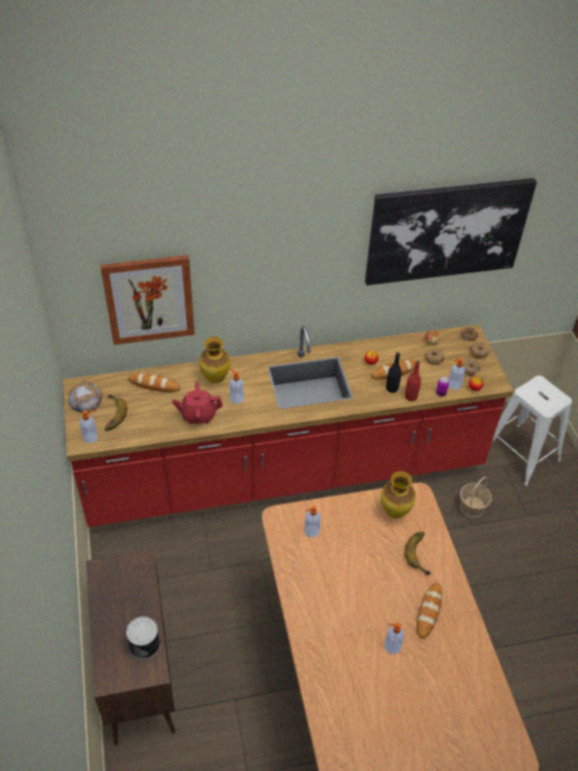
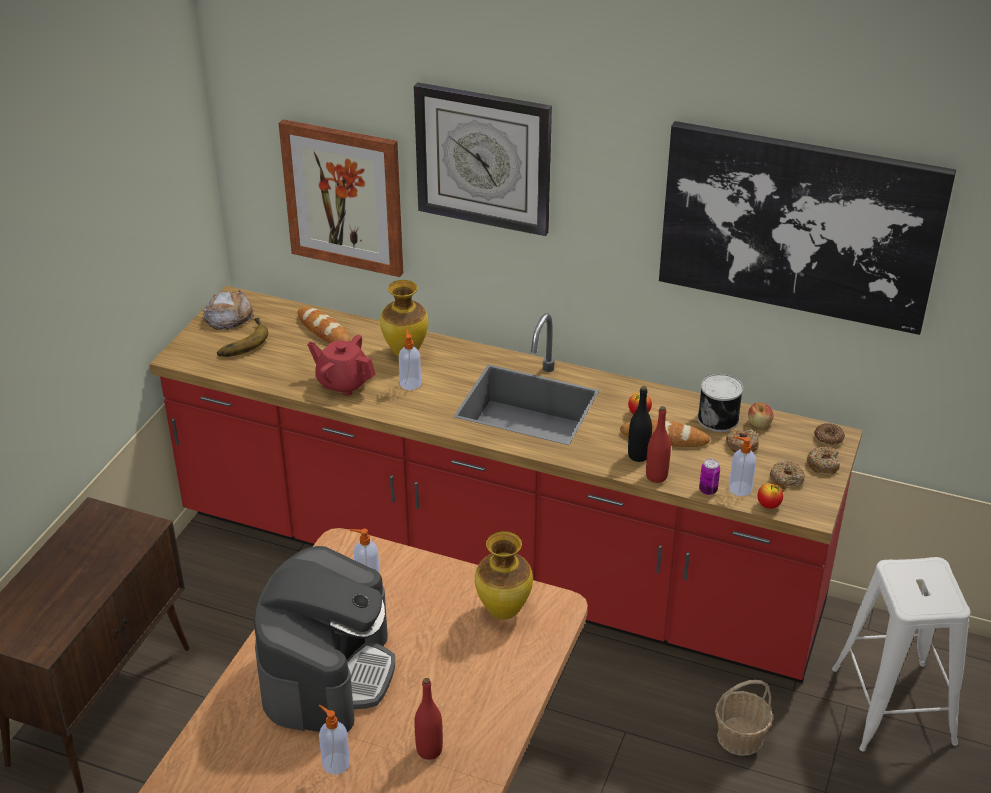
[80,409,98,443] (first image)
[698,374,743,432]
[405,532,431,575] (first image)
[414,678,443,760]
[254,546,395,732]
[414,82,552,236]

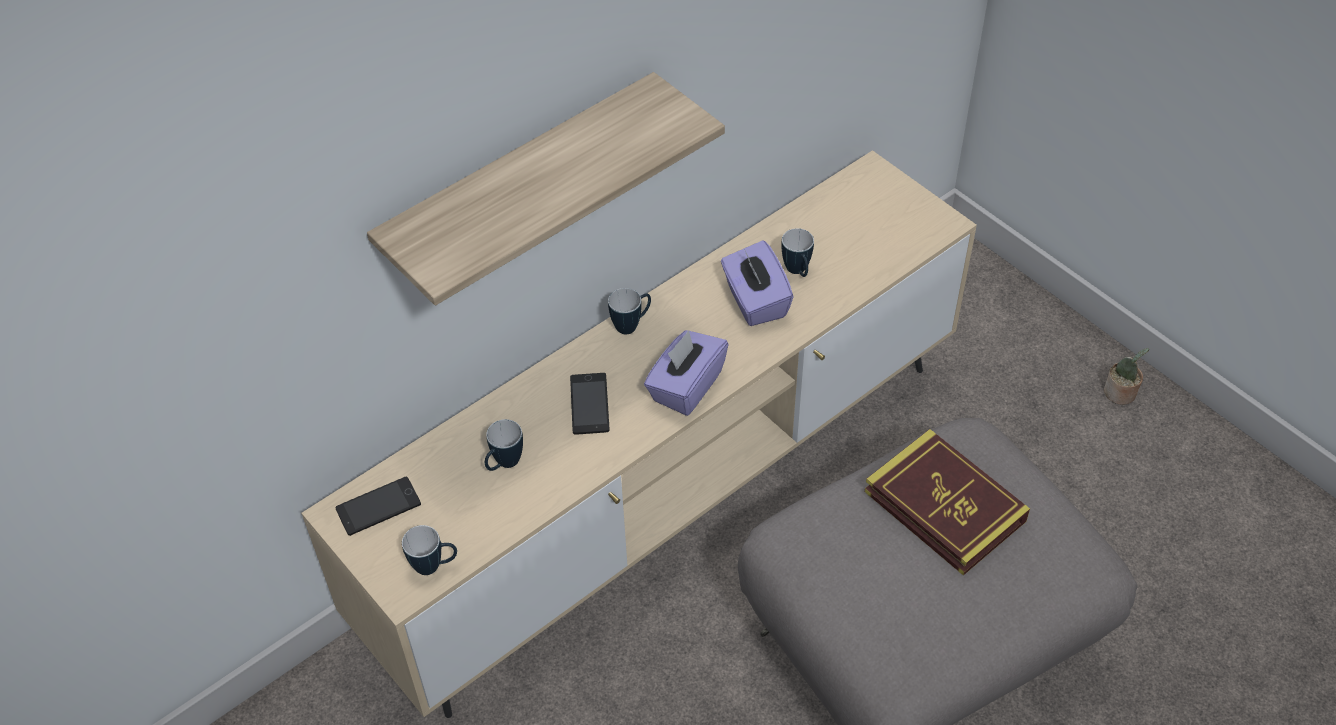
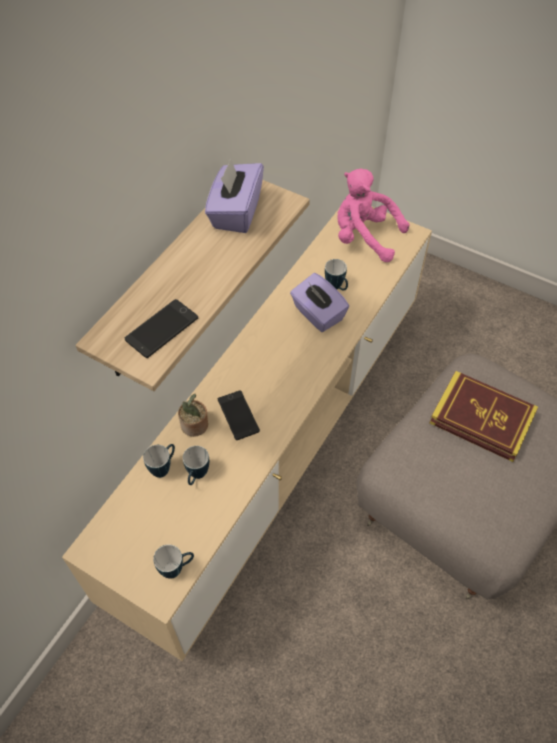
[125,299,198,358]
[143,444,175,478]
[205,159,264,233]
[178,394,208,437]
[337,168,410,262]

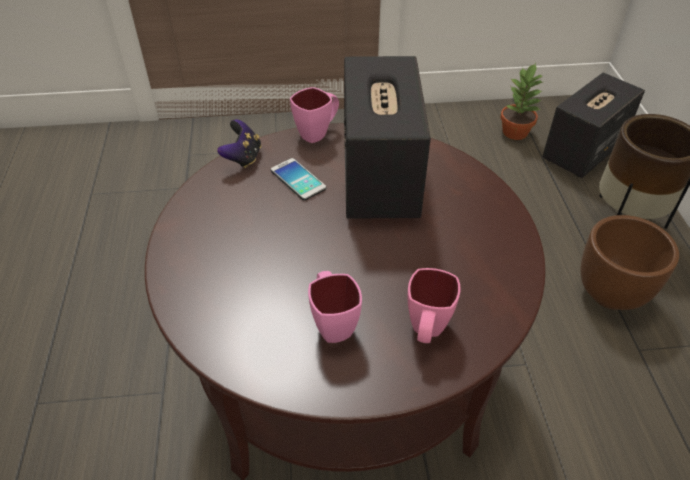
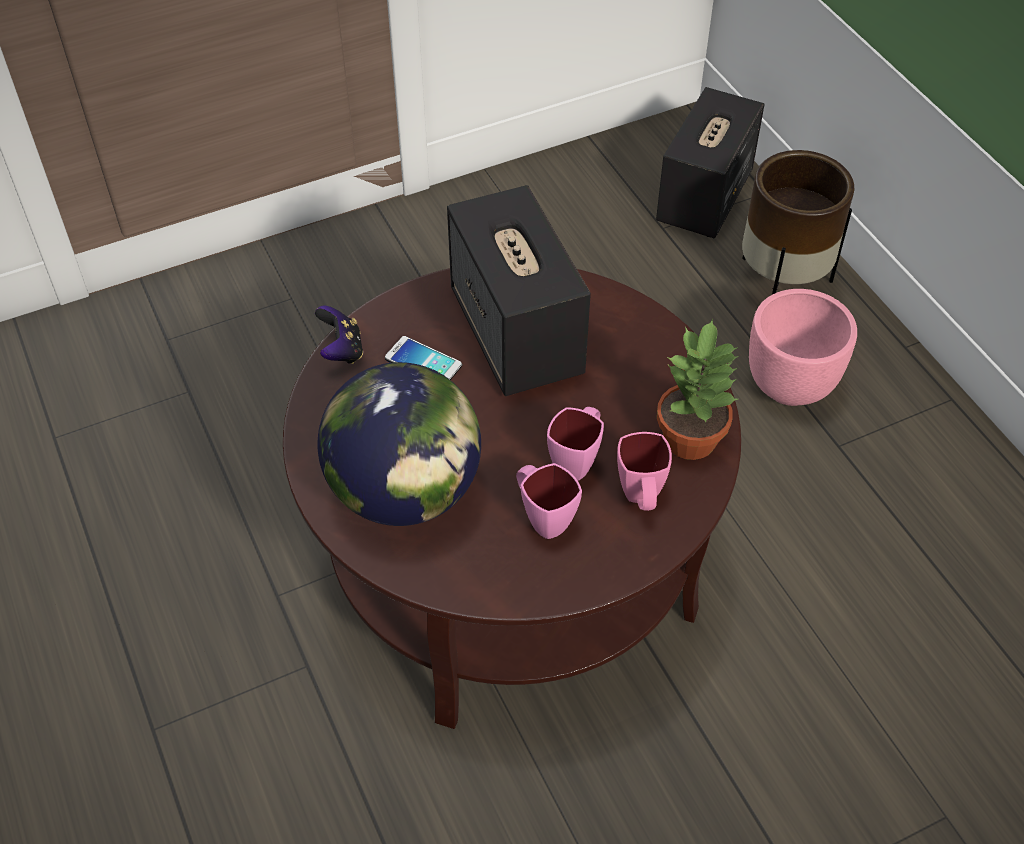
[547,407,604,481]
[657,319,739,460]
[749,289,857,406]
[317,362,481,526]

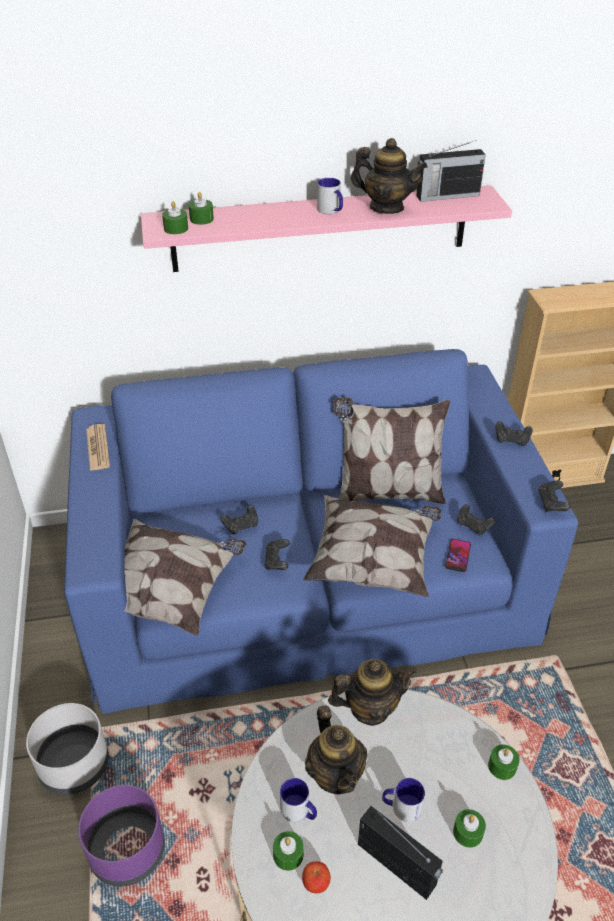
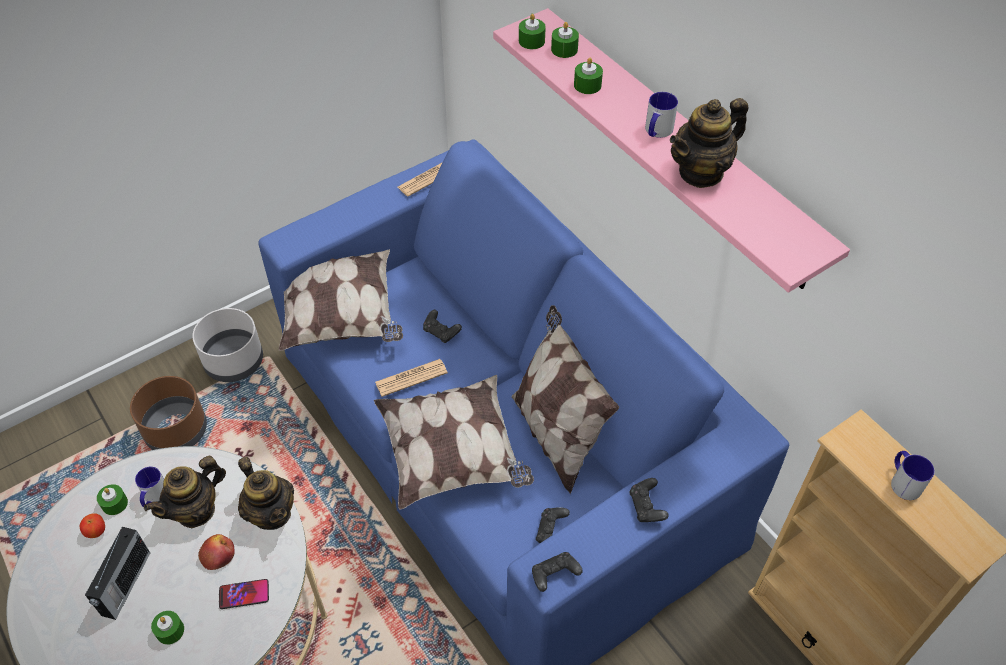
[130,376,207,450]
[375,359,448,397]
[670,98,748,188]
[891,451,935,500]
[416,140,486,202] (first image)
[219,579,269,609]
[574,58,603,94]
[198,534,235,570]

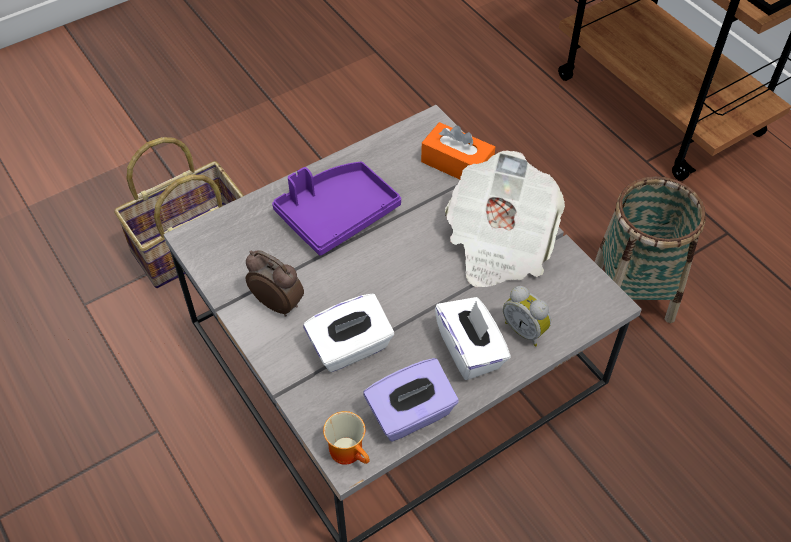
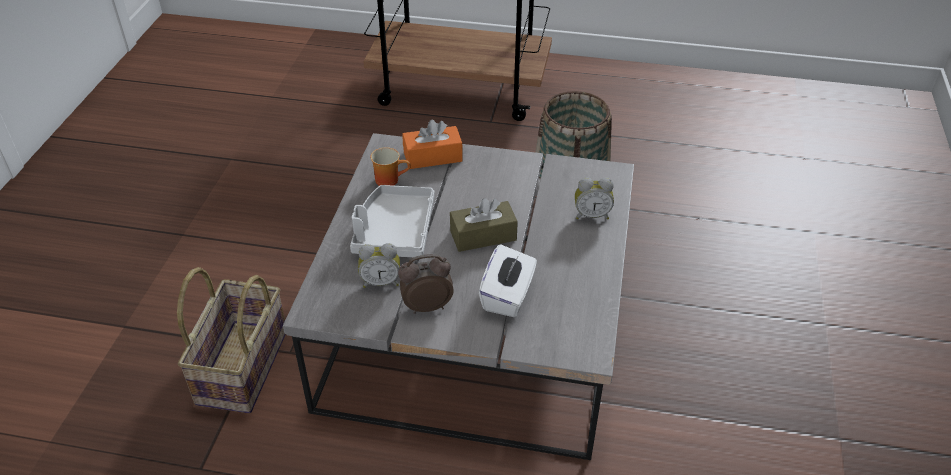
[350,185,434,257]
[370,147,411,186]
[363,358,459,442] (first image)
[435,297,511,380] (first image)
[445,151,565,287] (first image)
[358,243,400,288]
[450,198,518,252]

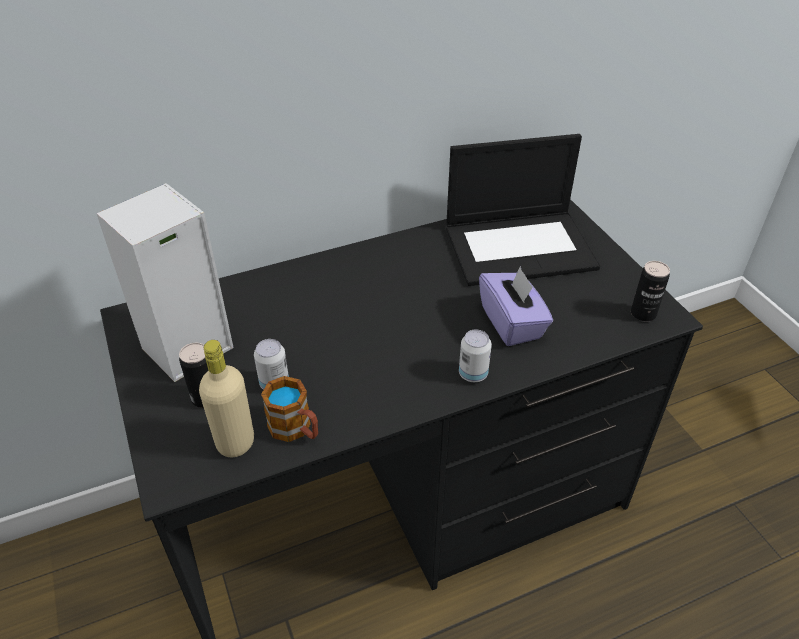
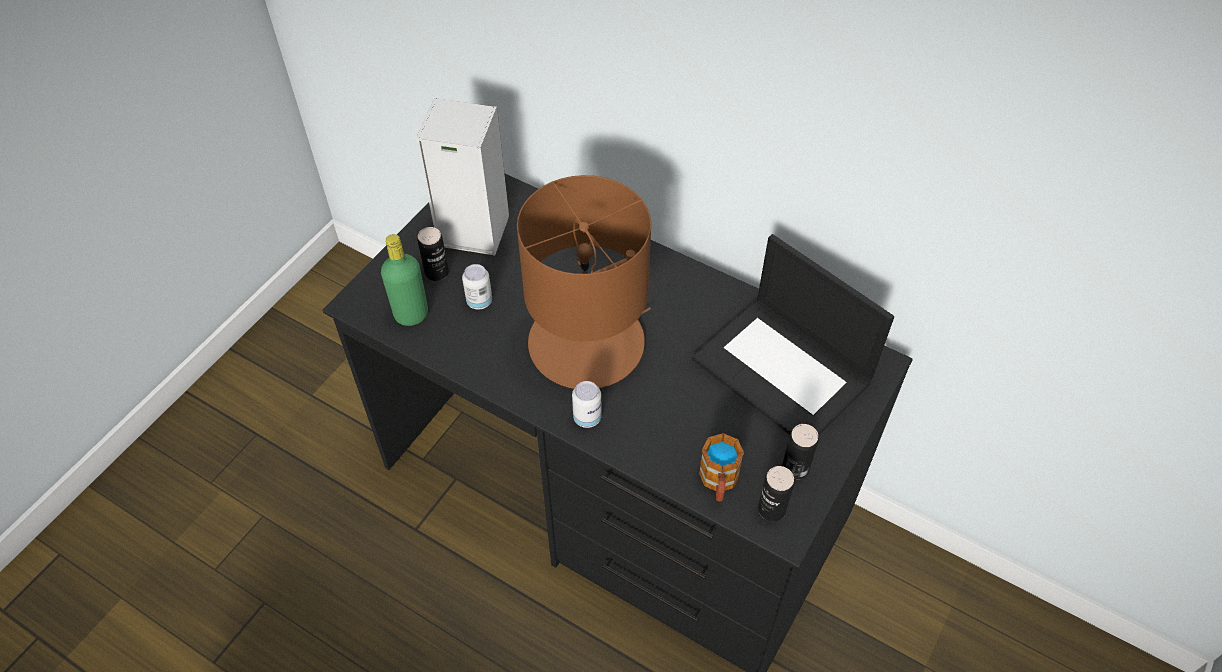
[381,234,428,326]
[699,433,744,501]
[479,266,553,346] (first image)
[517,175,651,389]
[782,424,819,479]

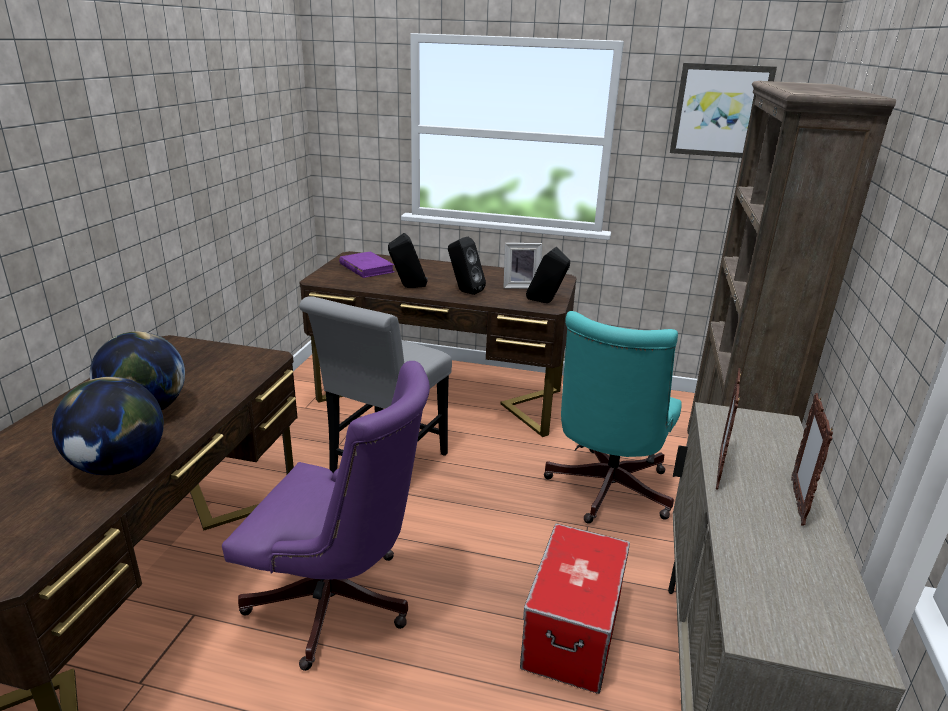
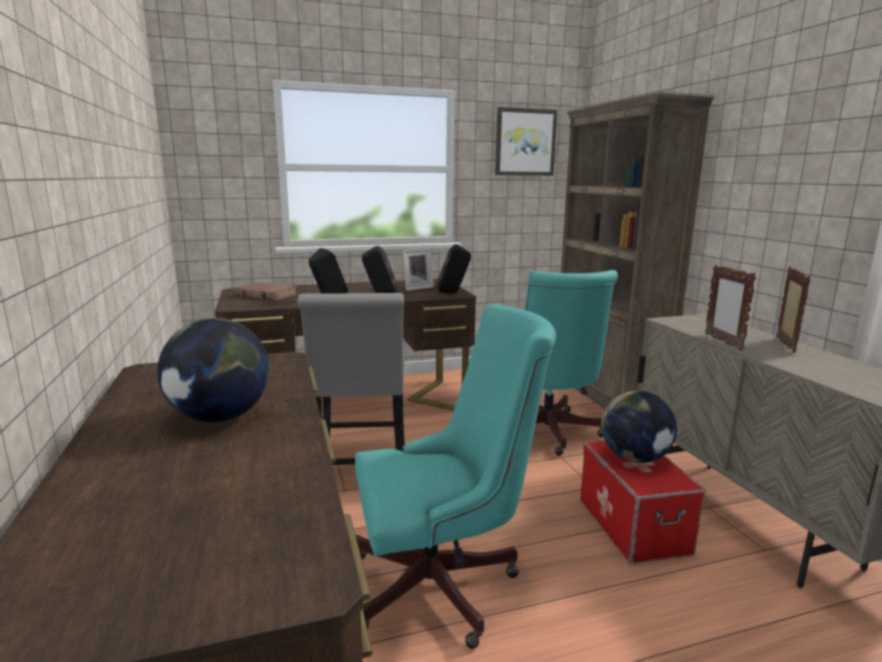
[601,391,677,463]
[355,304,556,649]
[235,283,298,301]
[776,266,811,353]

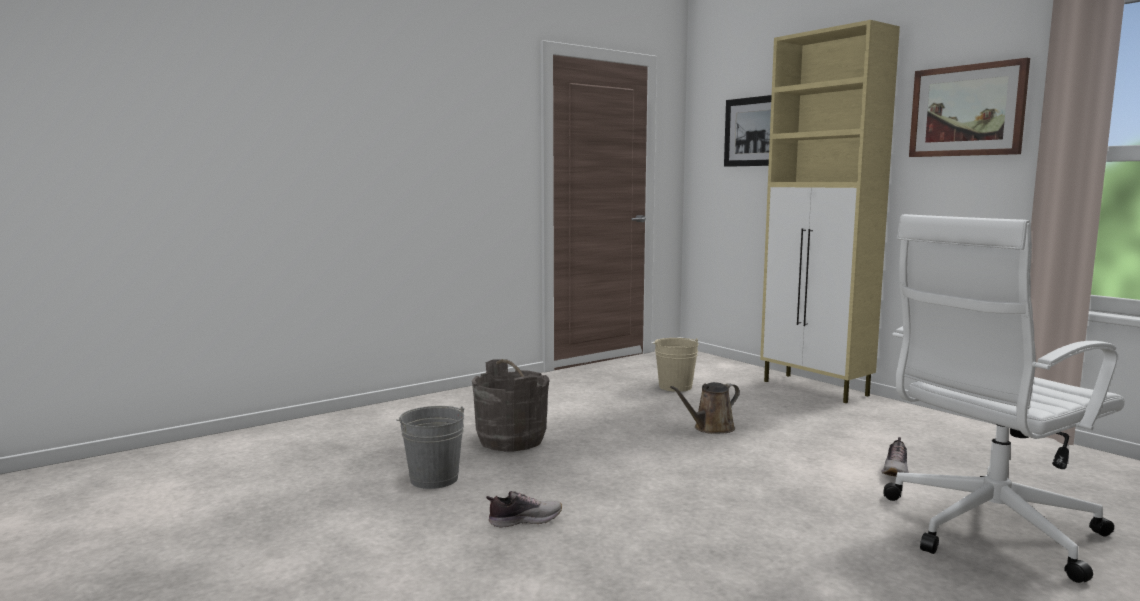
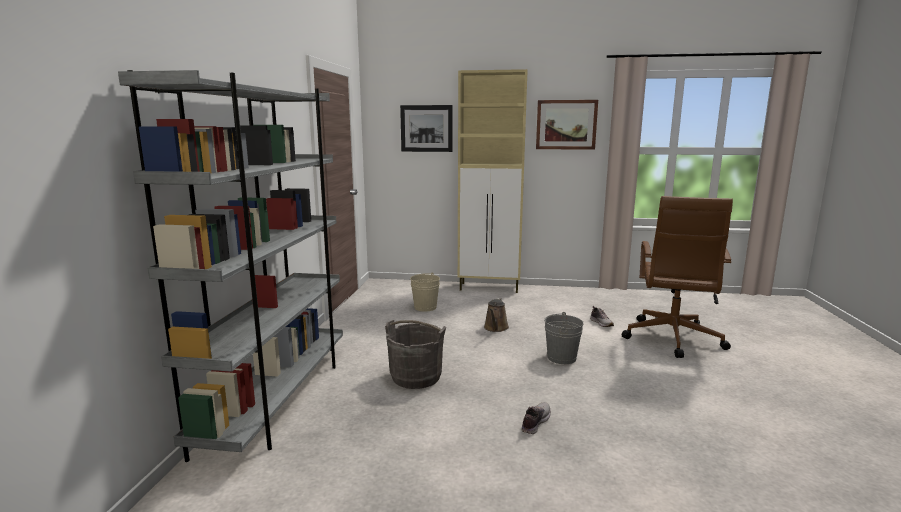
[544,312,584,364]
[622,196,733,358]
[118,70,343,462]

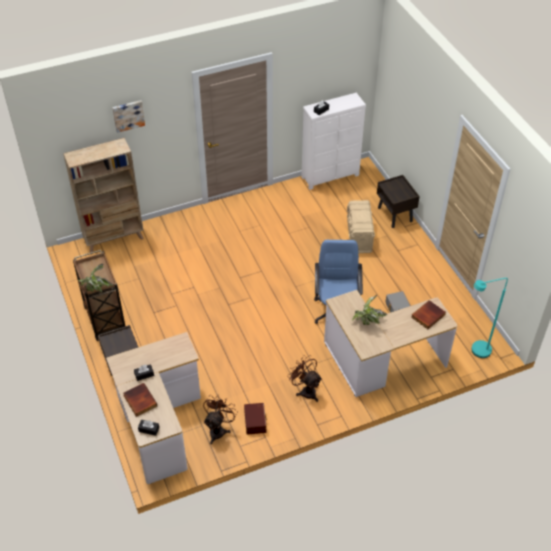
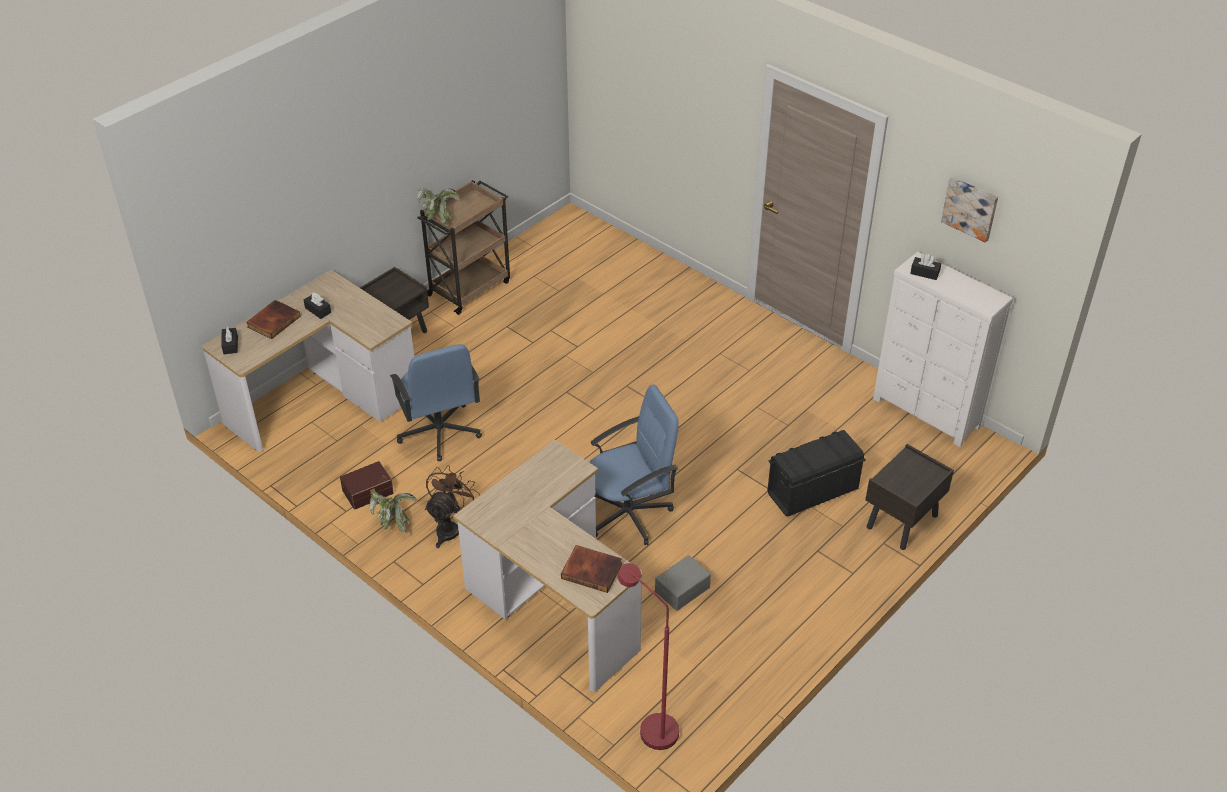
[63,138,143,253] (first image)
[941,177,998,243]
[203,395,238,444] (first image)
[767,430,866,517]
[370,492,417,534]
[617,563,679,750]
[390,344,482,461]

